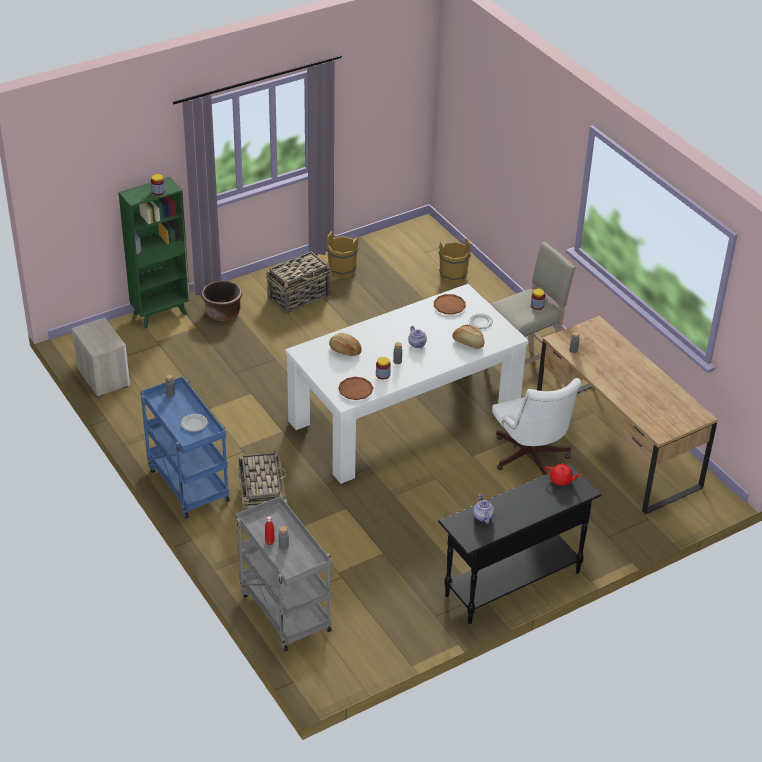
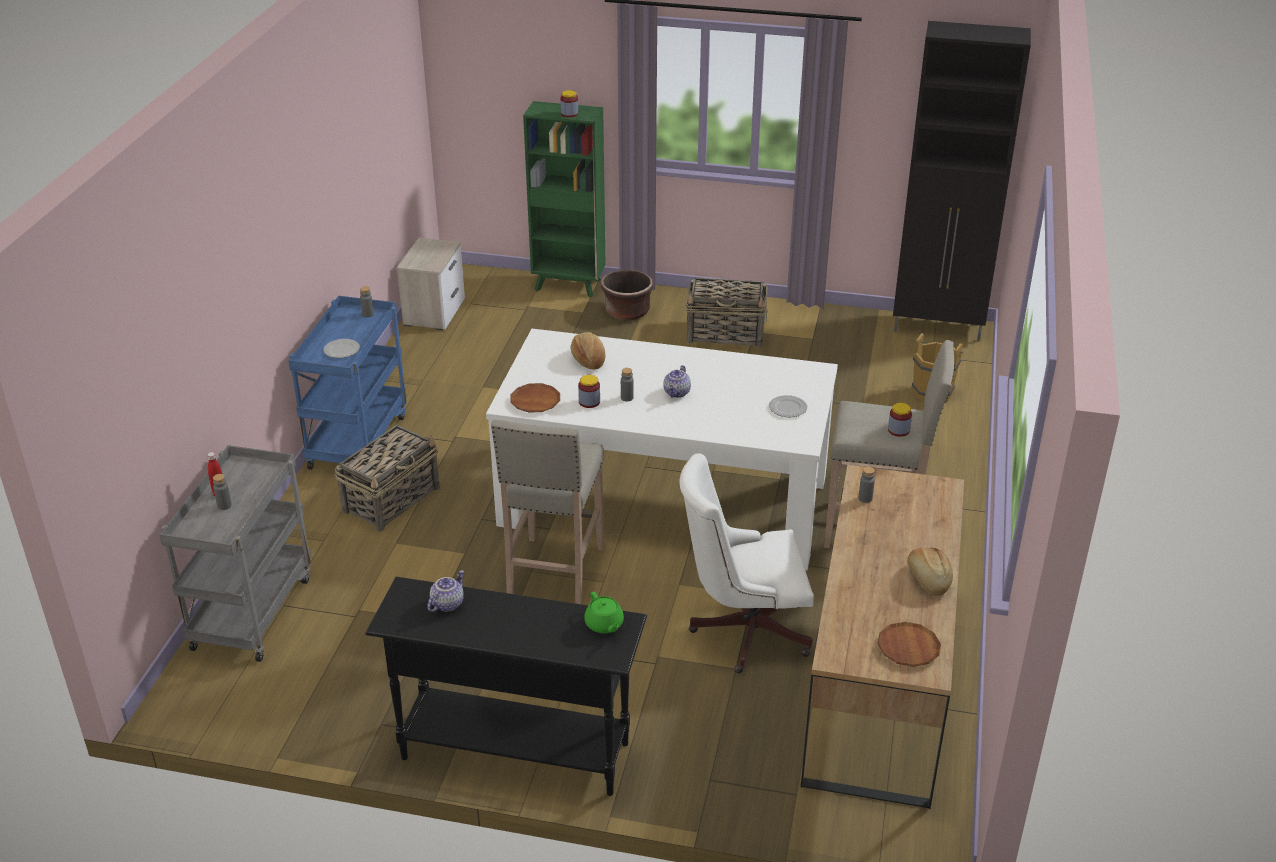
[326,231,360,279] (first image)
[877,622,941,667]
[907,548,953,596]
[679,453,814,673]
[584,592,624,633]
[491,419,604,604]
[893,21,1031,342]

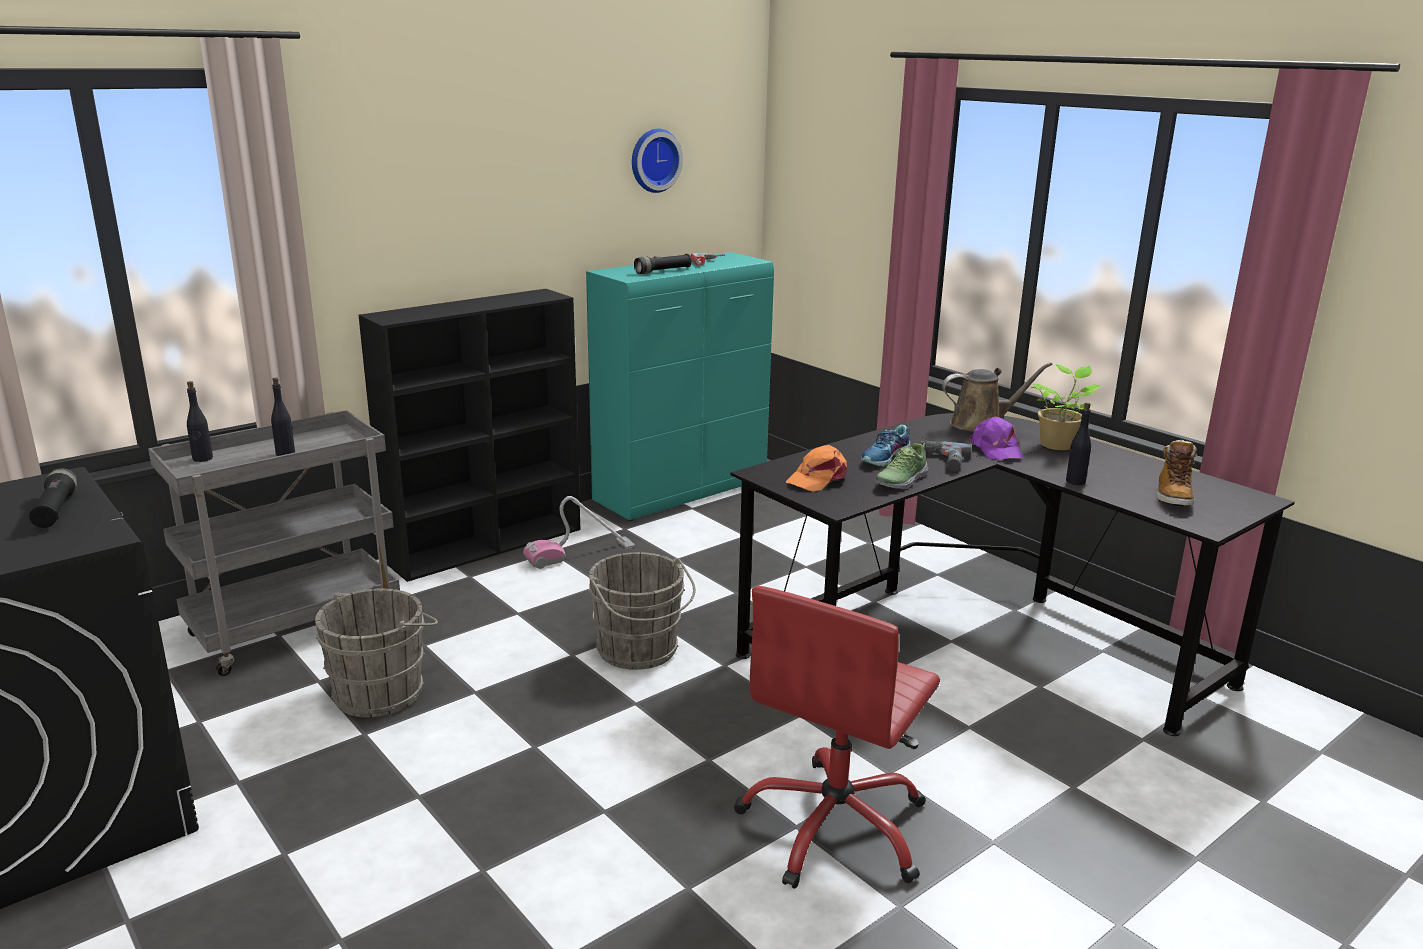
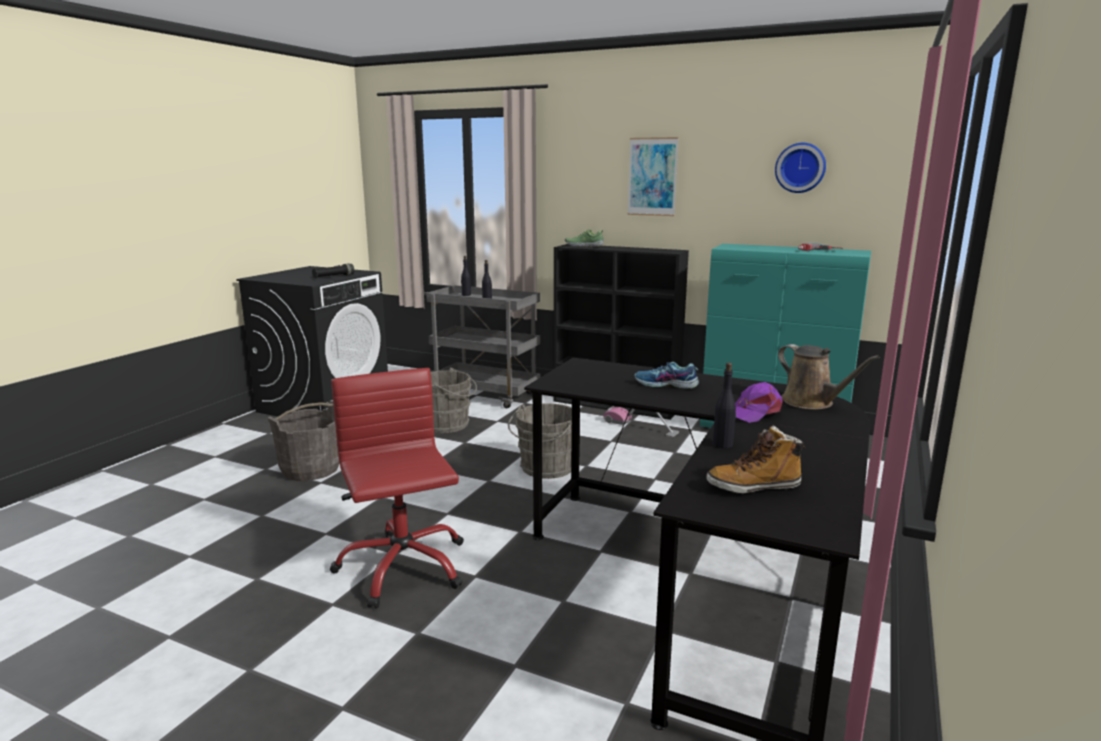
[634,254,692,274] (first image)
[330,368,464,609]
[786,445,848,492] (first image)
[565,229,604,247]
[923,441,972,471] (first image)
[1032,364,1100,450] (first image)
[267,401,339,481]
[628,137,679,216]

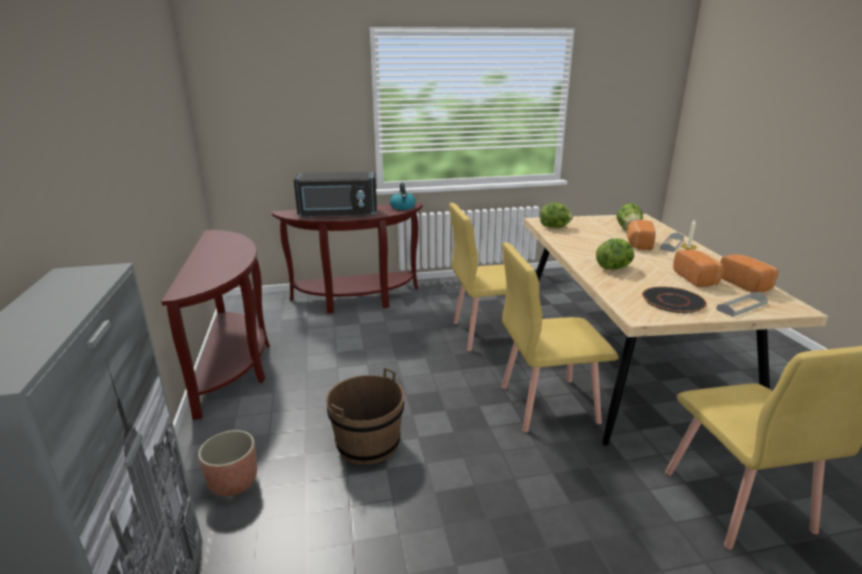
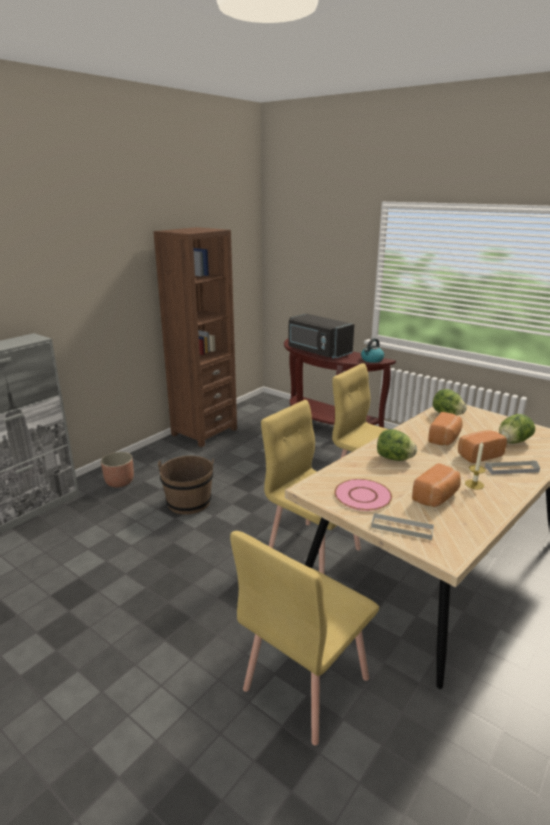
[153,227,237,447]
[334,479,392,511]
[428,412,463,446]

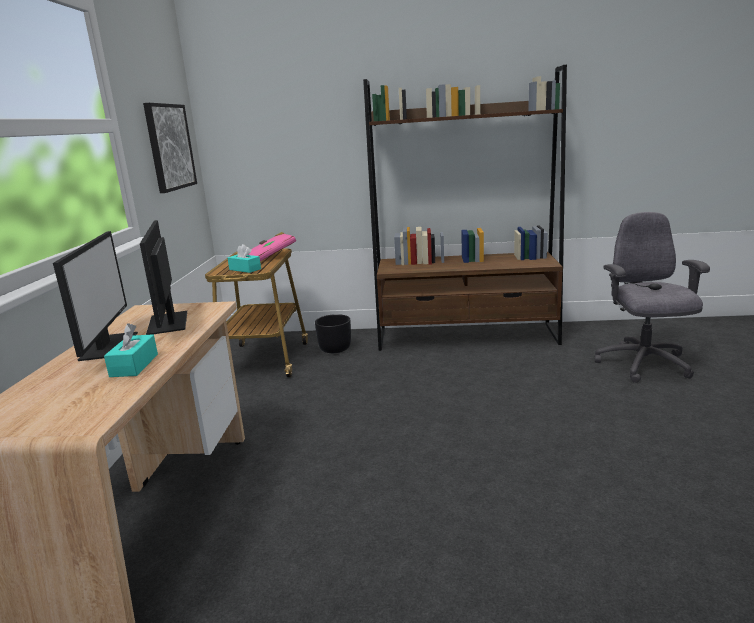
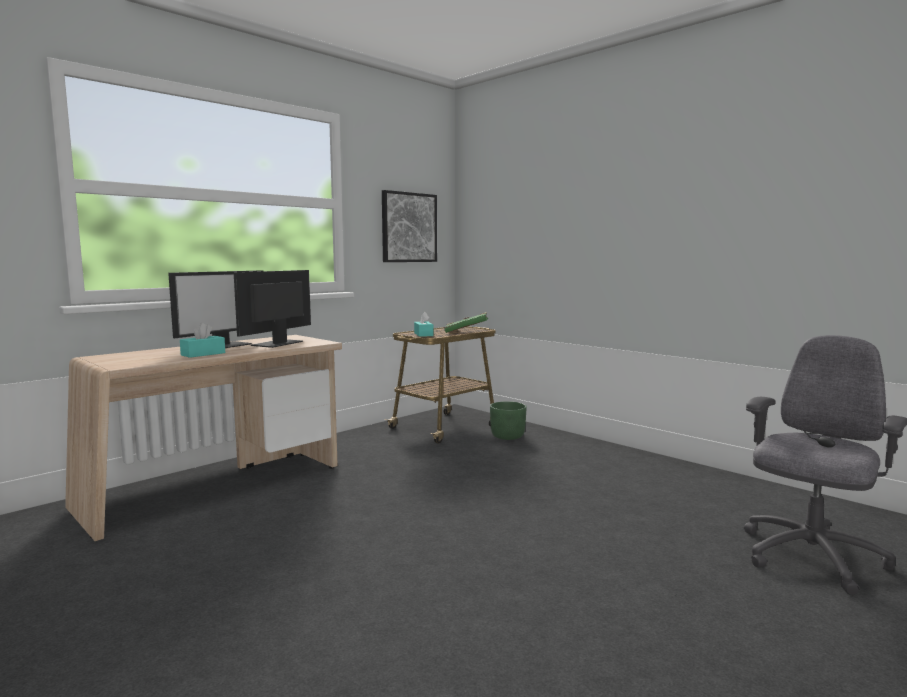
[444,312,488,333]
[490,401,527,440]
[363,65,567,351] (first image)

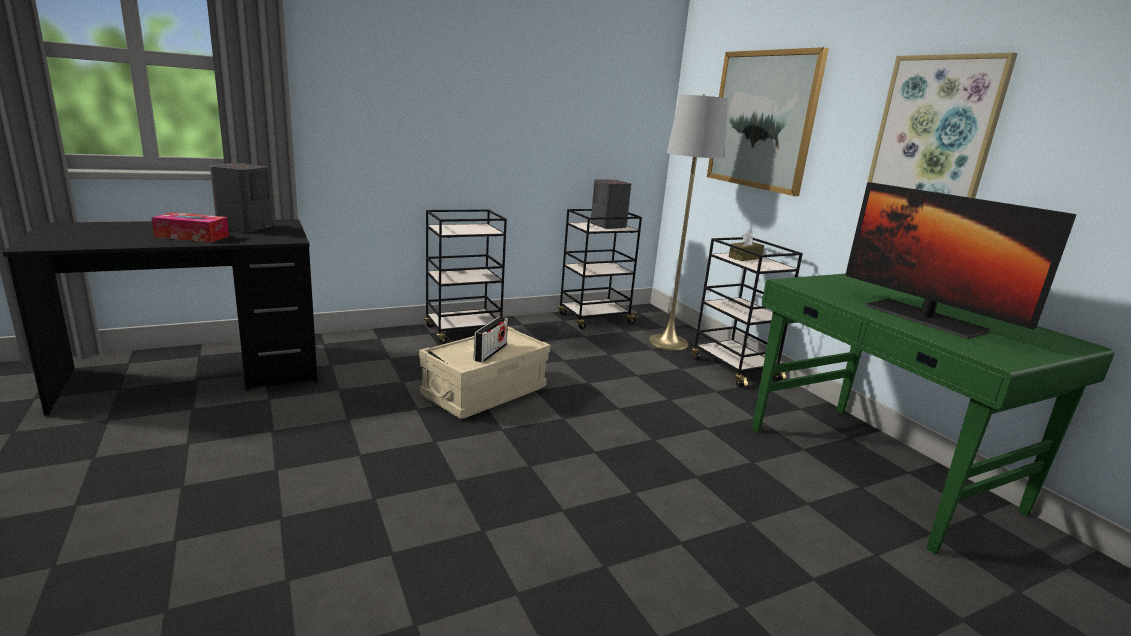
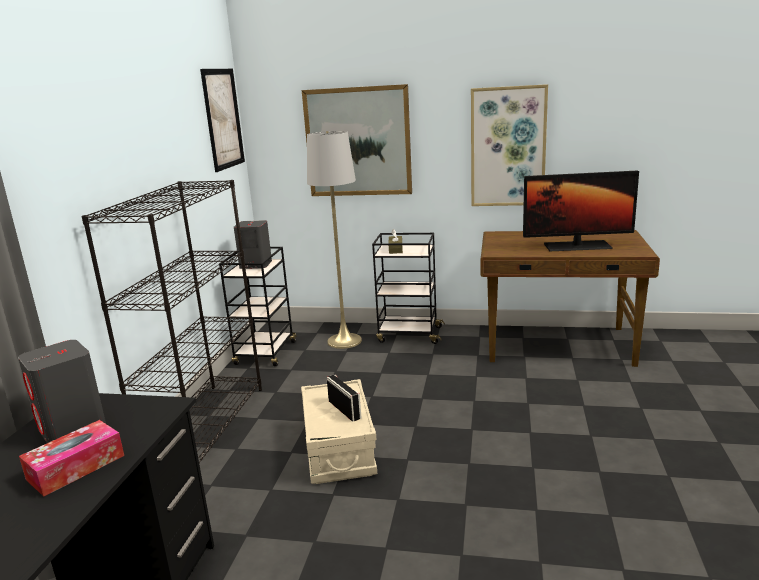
[82,180,262,463]
[480,230,660,367]
[200,69,245,172]

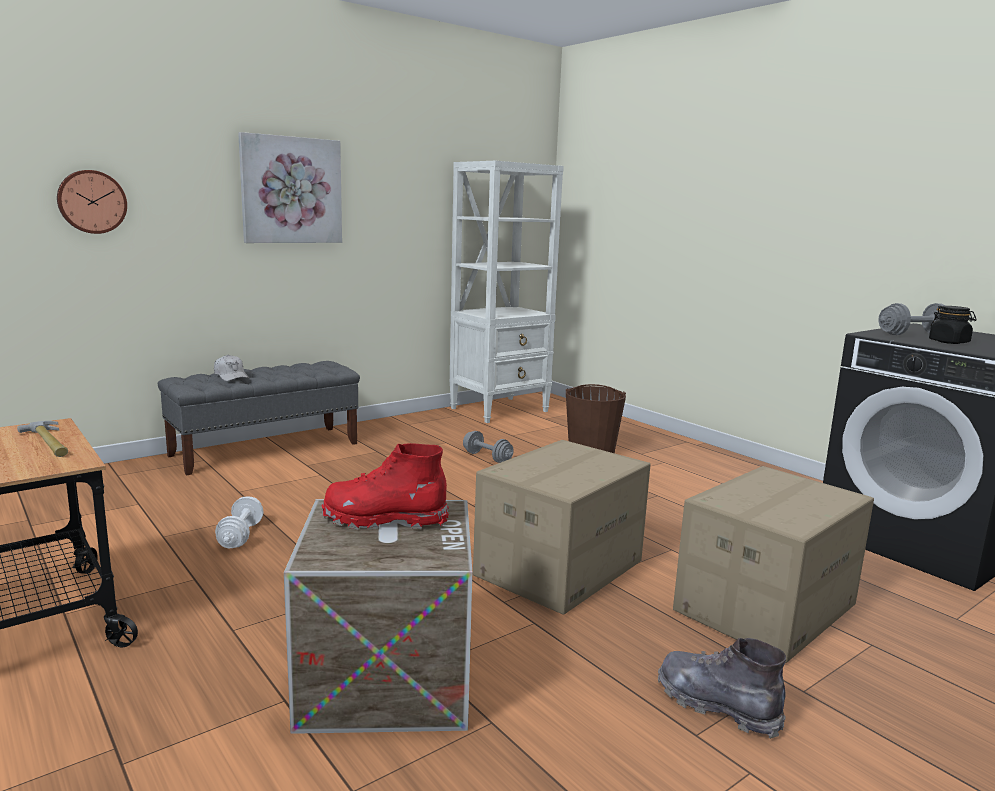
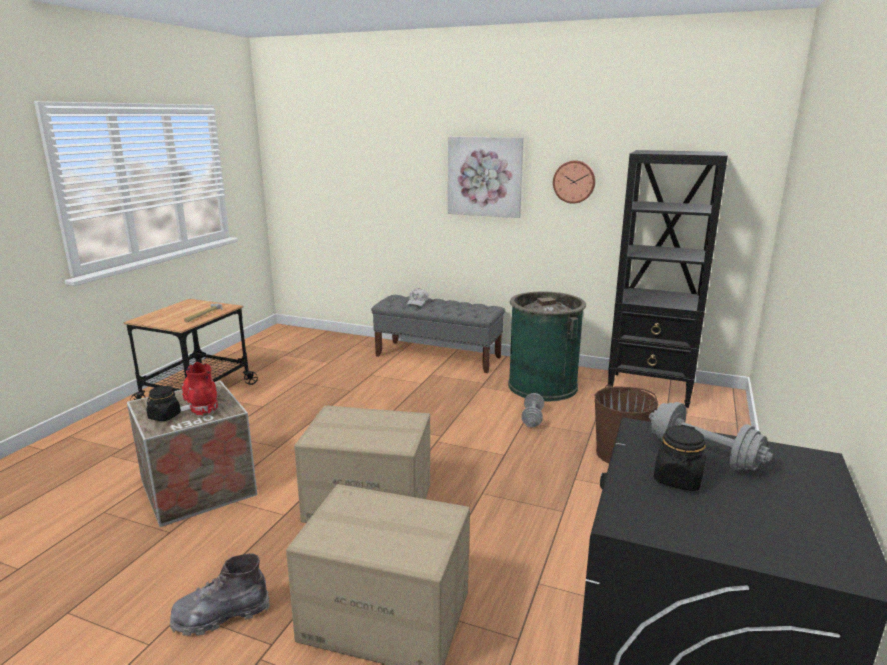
[553,160,596,204]
[215,497,264,548] (first image)
[608,150,728,408]
[170,553,270,636]
[147,385,181,421]
[508,292,586,401]

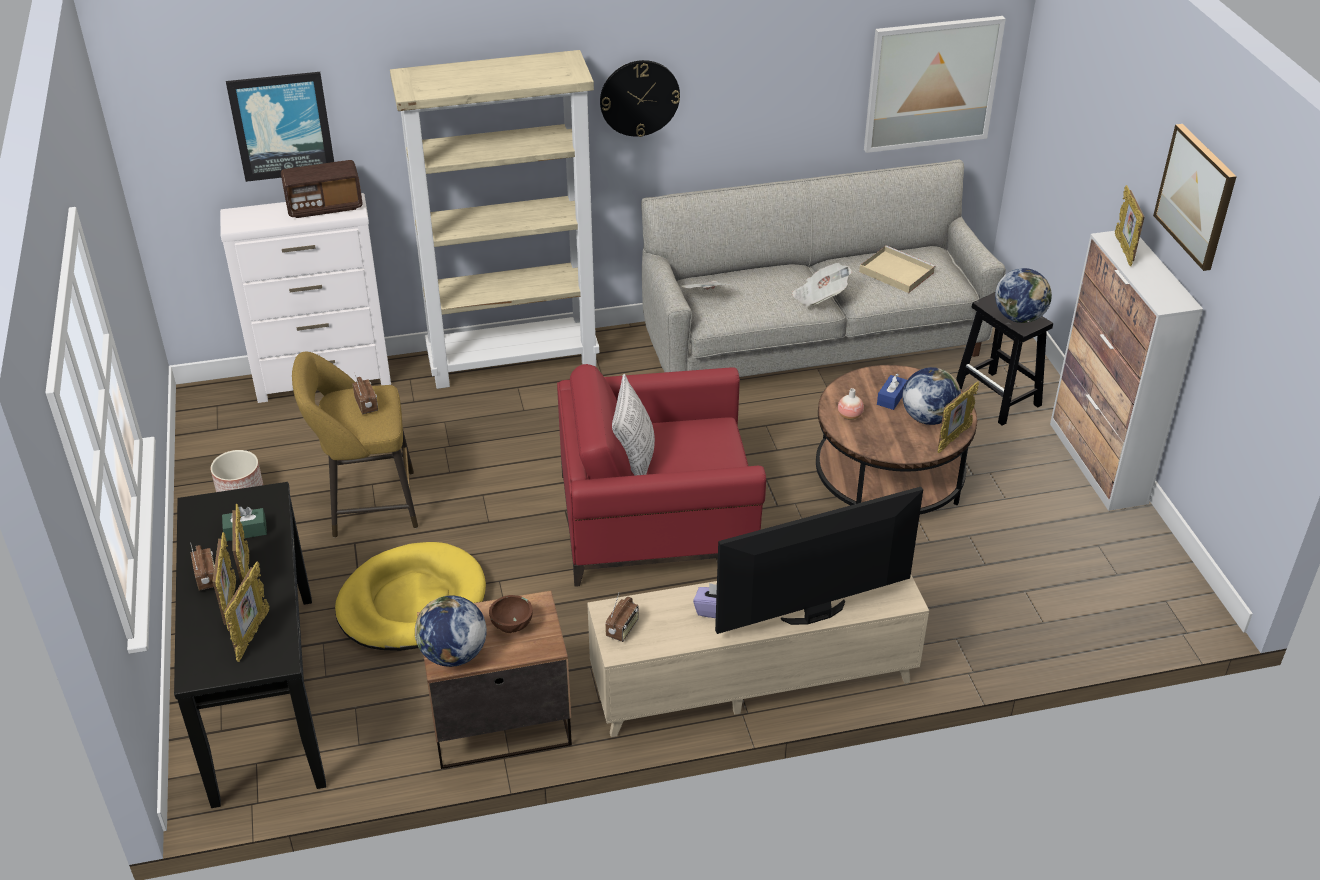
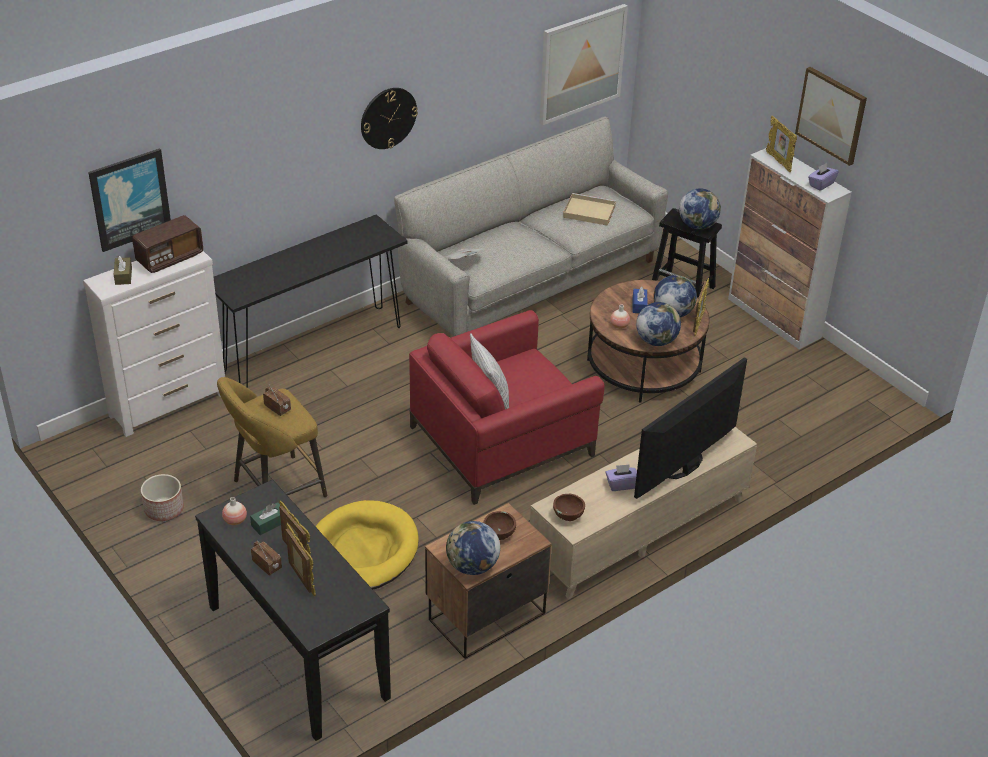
[224,561,270,662] (first image)
[213,215,408,388]
[553,494,585,521]
[792,263,852,307] (first image)
[114,255,132,285]
[222,497,247,525]
[636,302,681,346]
[808,163,839,191]

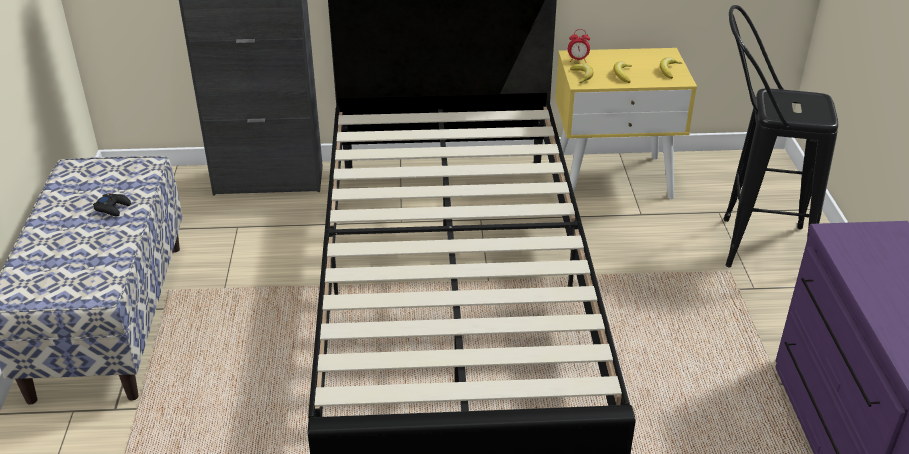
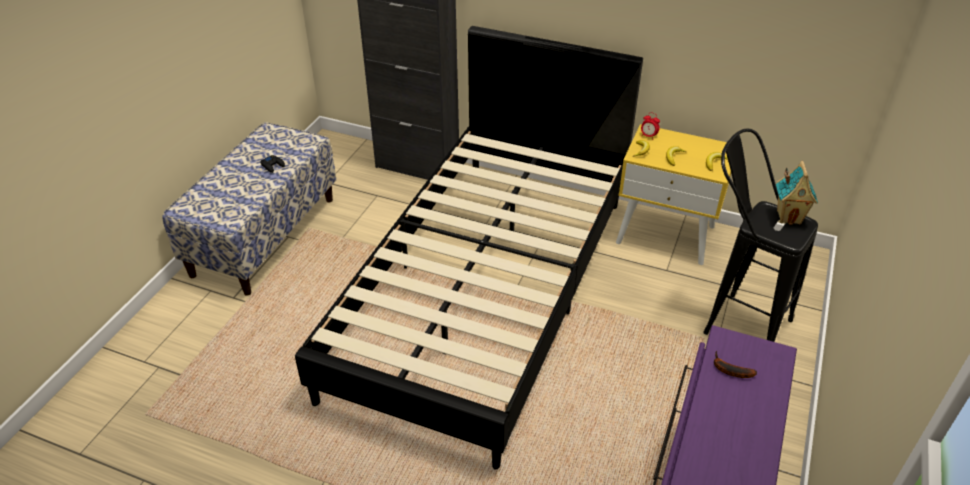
[714,351,757,378]
[776,161,818,225]

